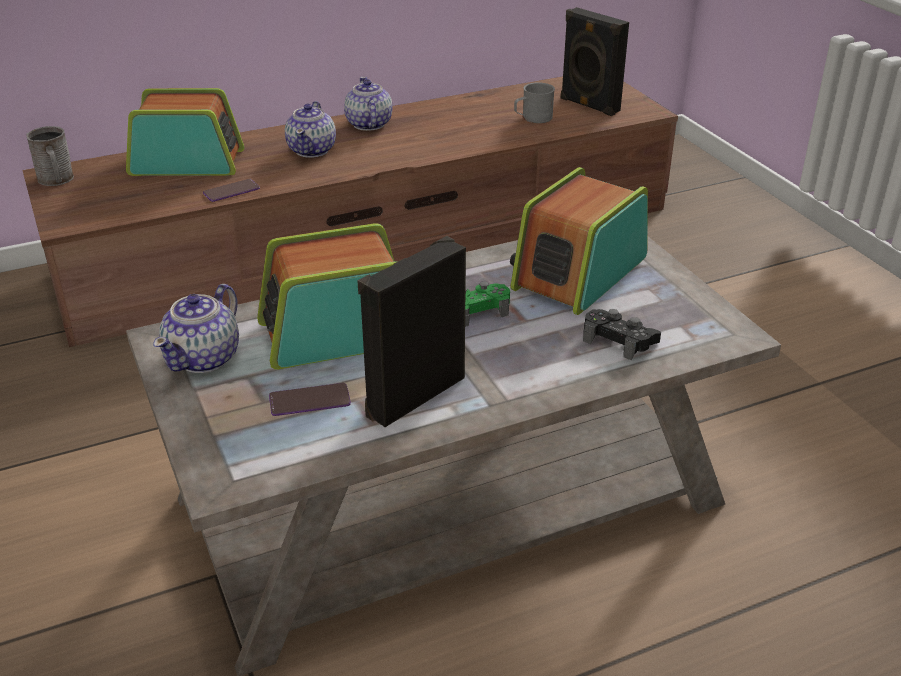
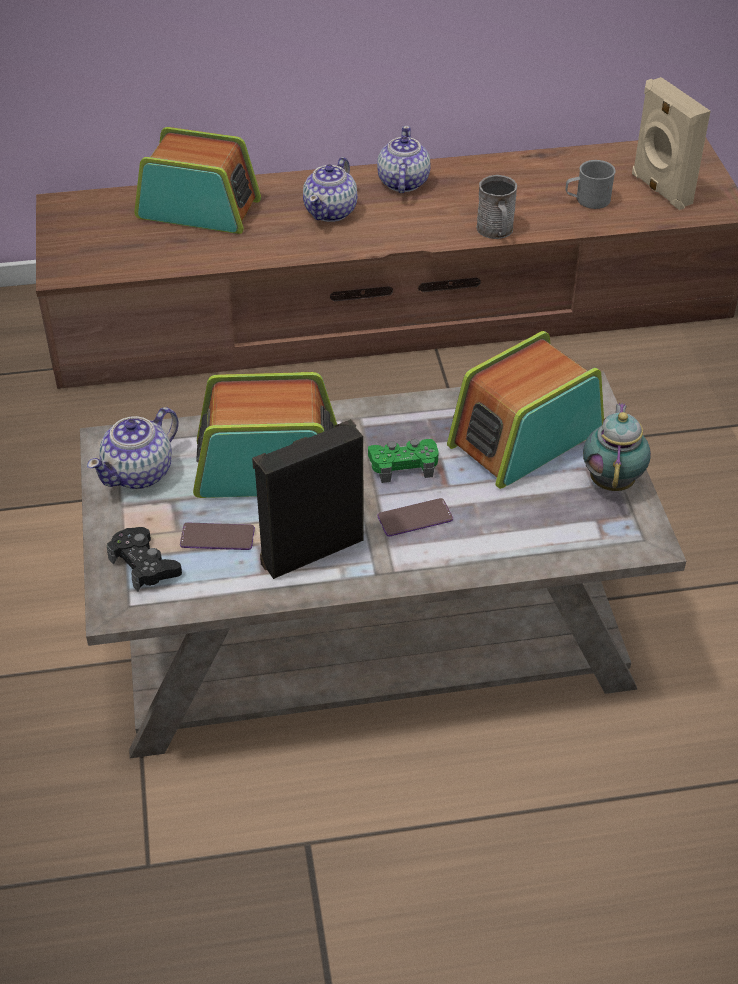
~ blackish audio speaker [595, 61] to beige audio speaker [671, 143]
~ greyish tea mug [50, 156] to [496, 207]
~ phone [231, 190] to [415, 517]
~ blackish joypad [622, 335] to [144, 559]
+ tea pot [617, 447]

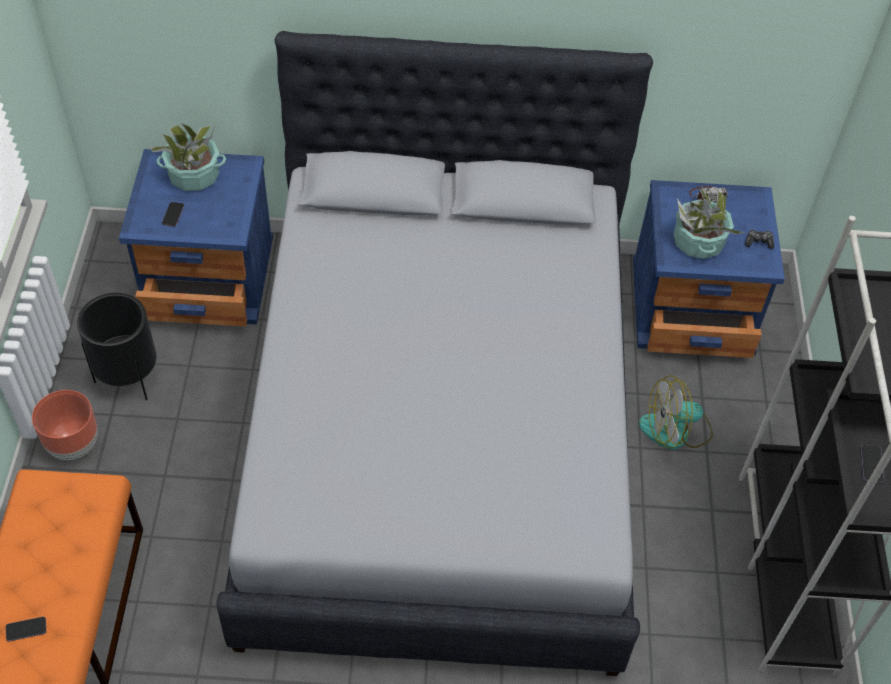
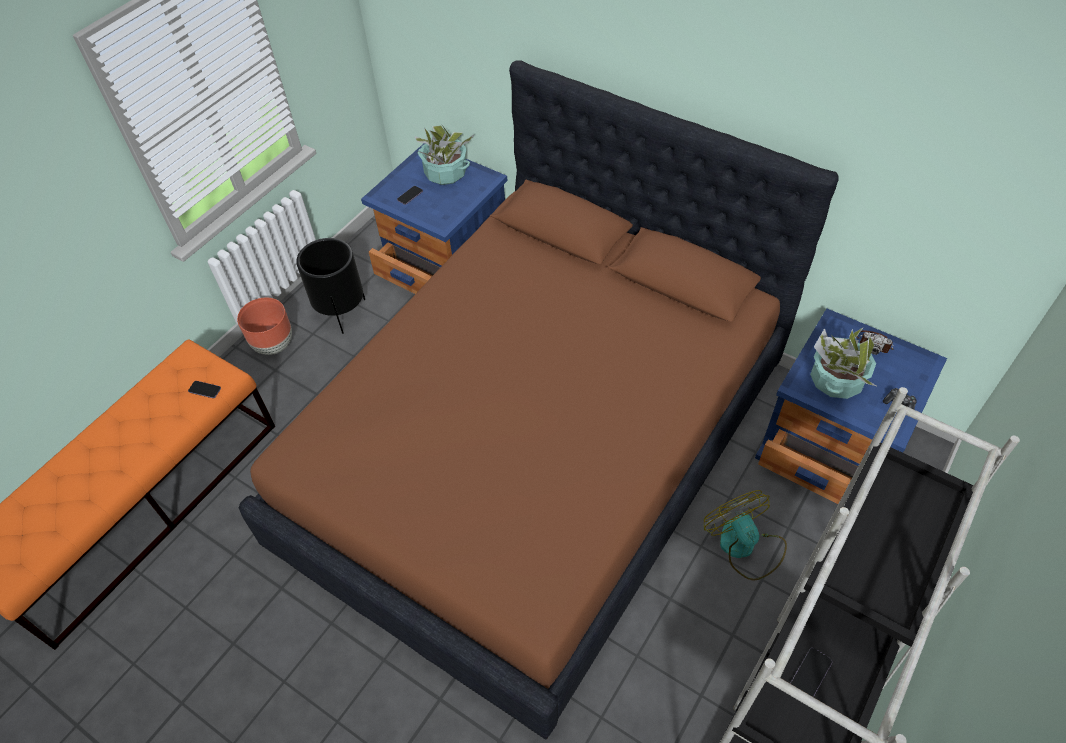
~ greyish bedroom bed [434, 353] to brown-coloured bedroom bed [539, 399]
~ cooling fan [676, 412] = [745, 535] 45 degrees clockwise
~ phone [26, 629] to [204, 389]

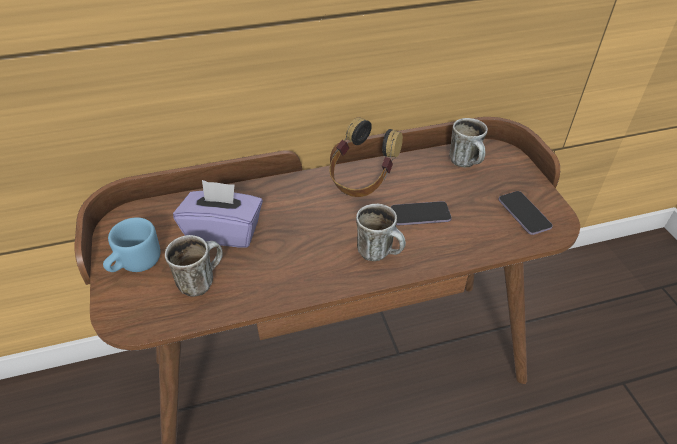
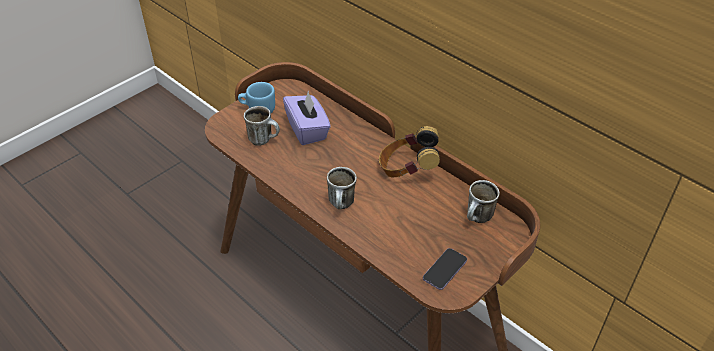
- phone [421, 213]

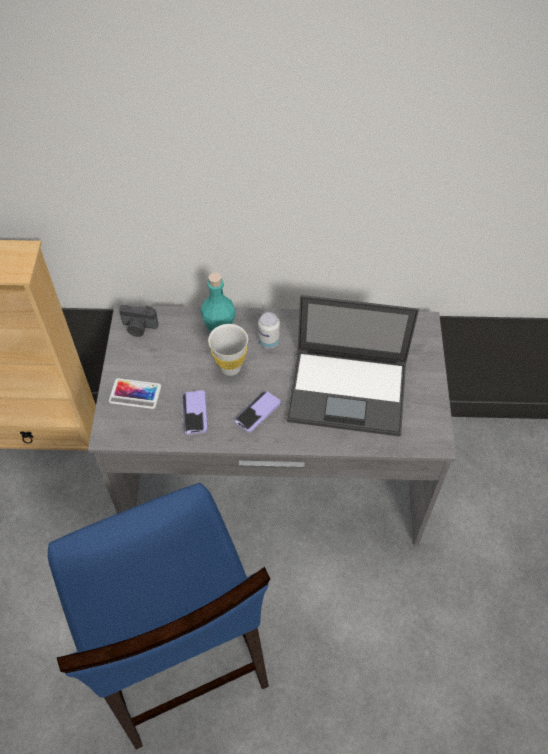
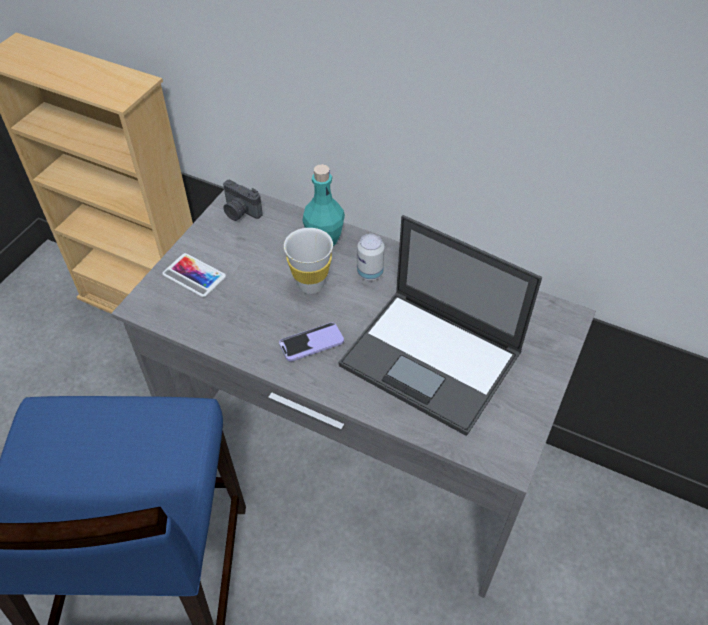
- phone [195, 412]

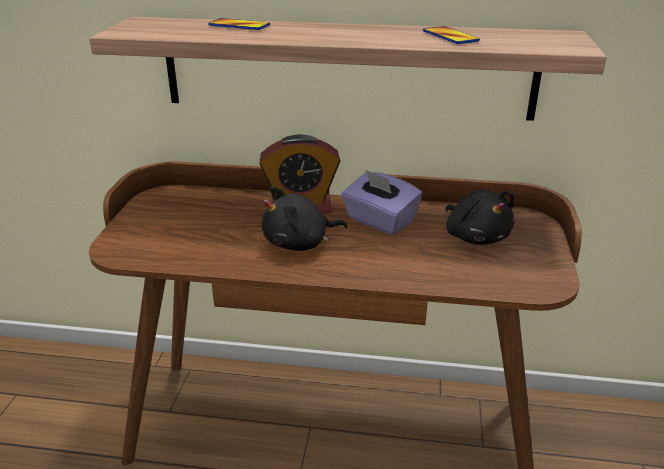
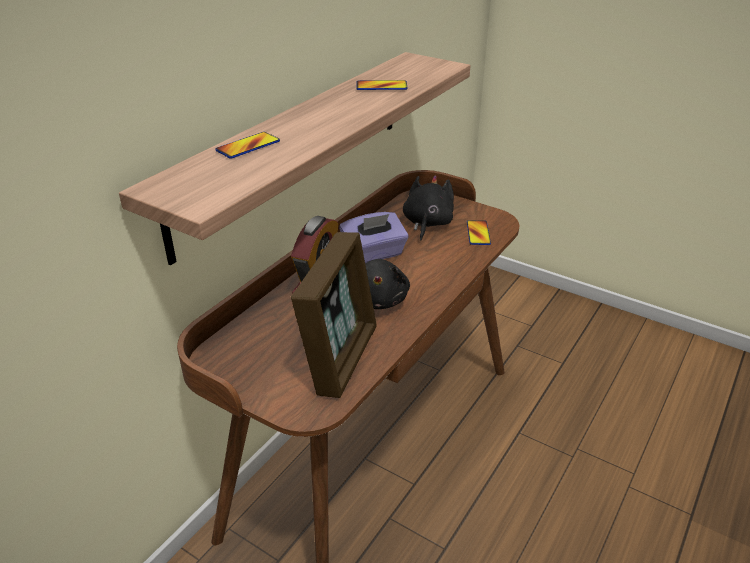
~ blackish cuddly toy [480, 217] = [428, 207] 75 degrees counterclockwise
+ phone [479, 232]
+ photo frame [334, 315]

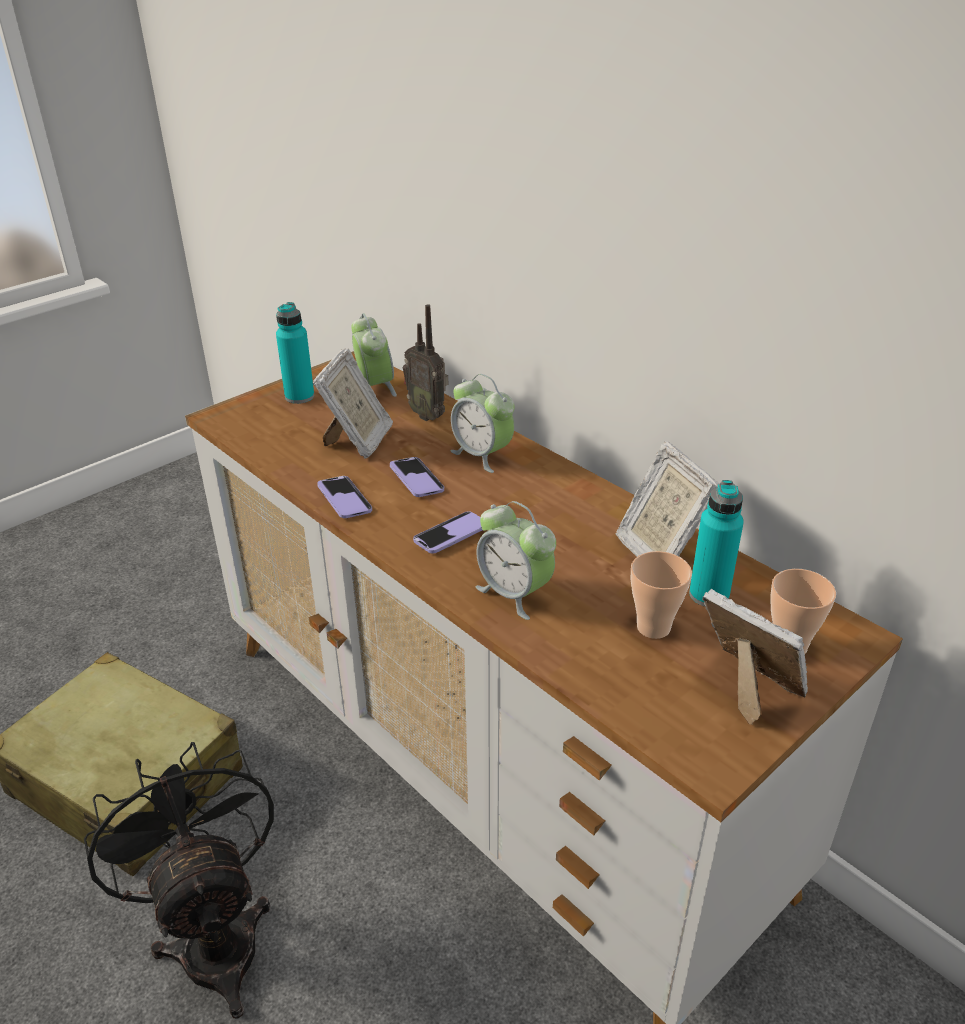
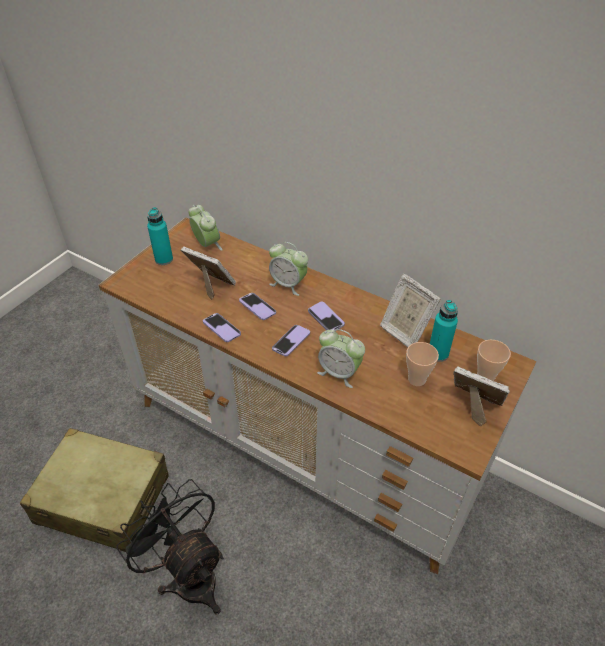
- radio set [425, 362]
~ photo frame [353, 403] = [208, 273] 60 degrees counterclockwise
+ phone [326, 316]

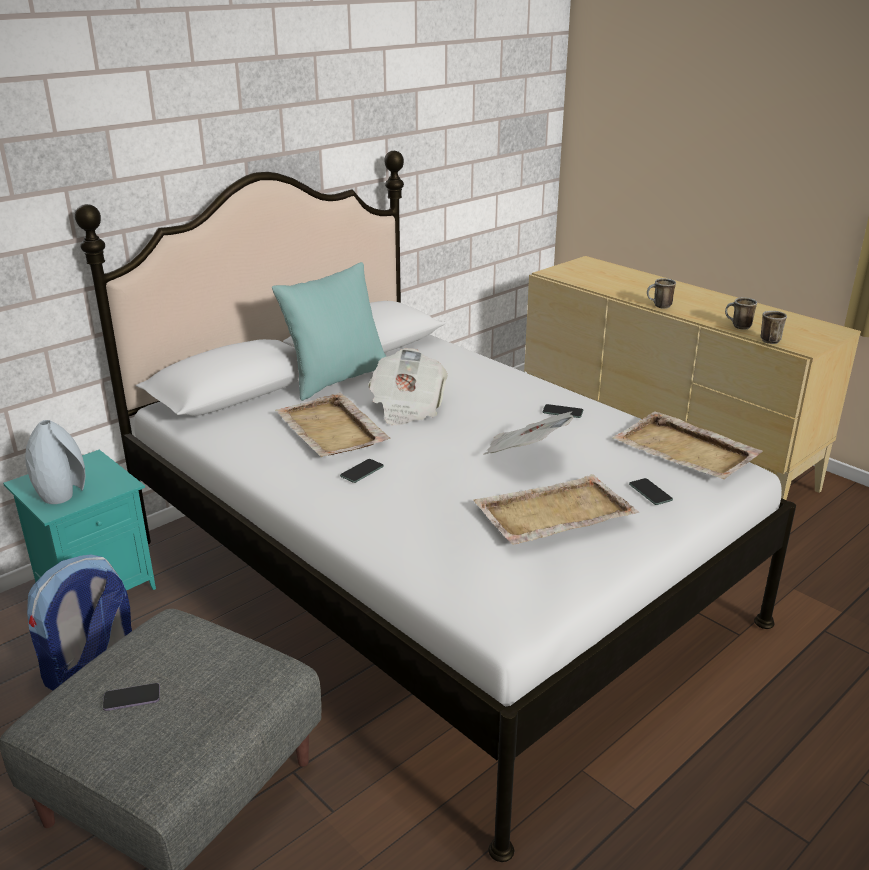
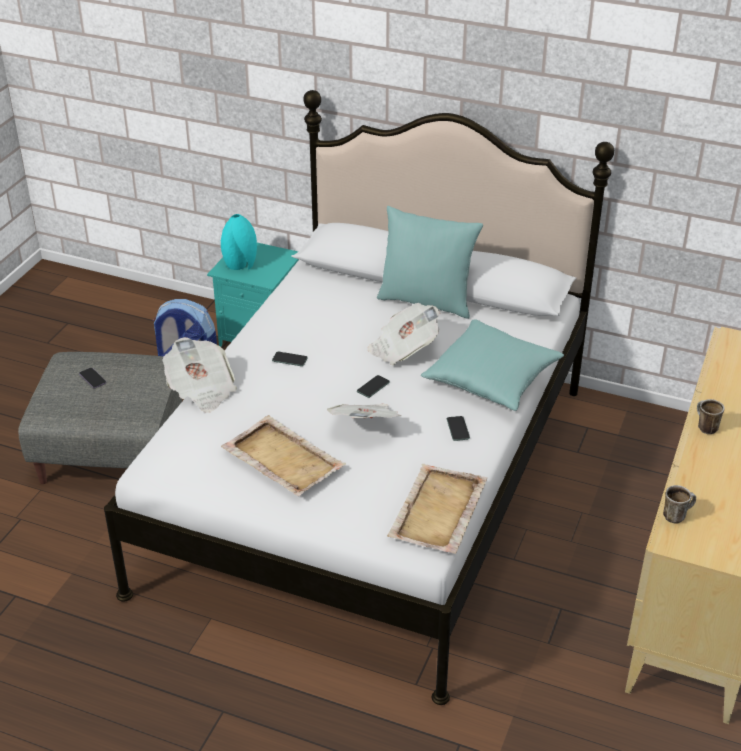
- tea mug [741, 313]
- beige serving tray [333, 425]
~ greyish vase [55, 462] to turquoise-coloured vase [239, 242]
~ phone [651, 491] to [373, 386]
+ turquoise-coloured pillow [492, 365]
+ printed paper [199, 375]

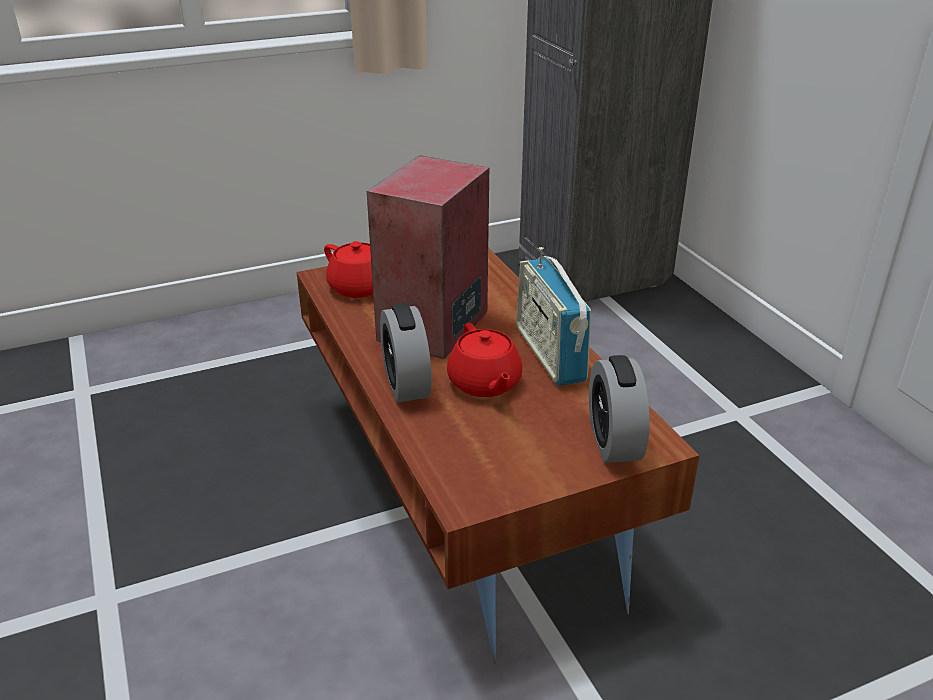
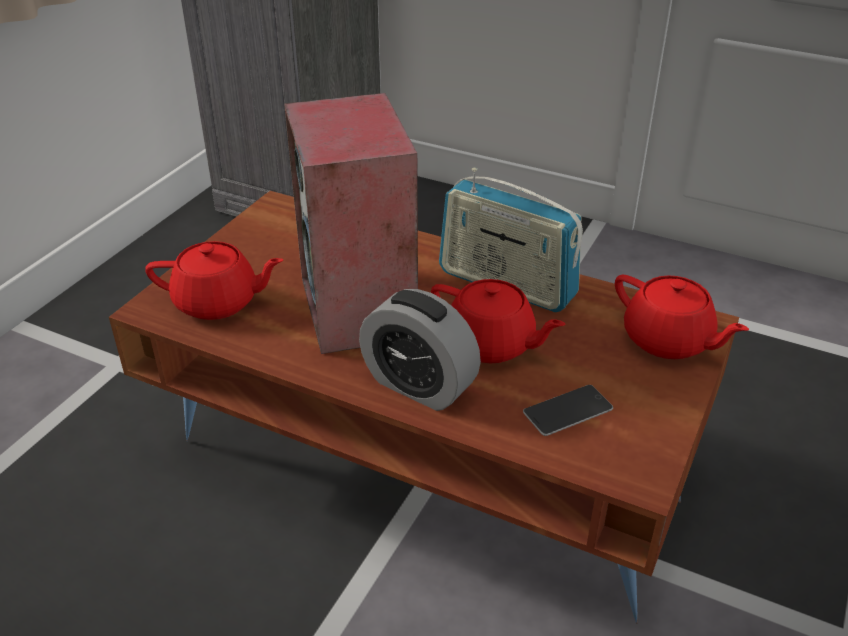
~ bedside clock [619, 409] to reddish tea pot [682, 316]
+ phone [568, 410]

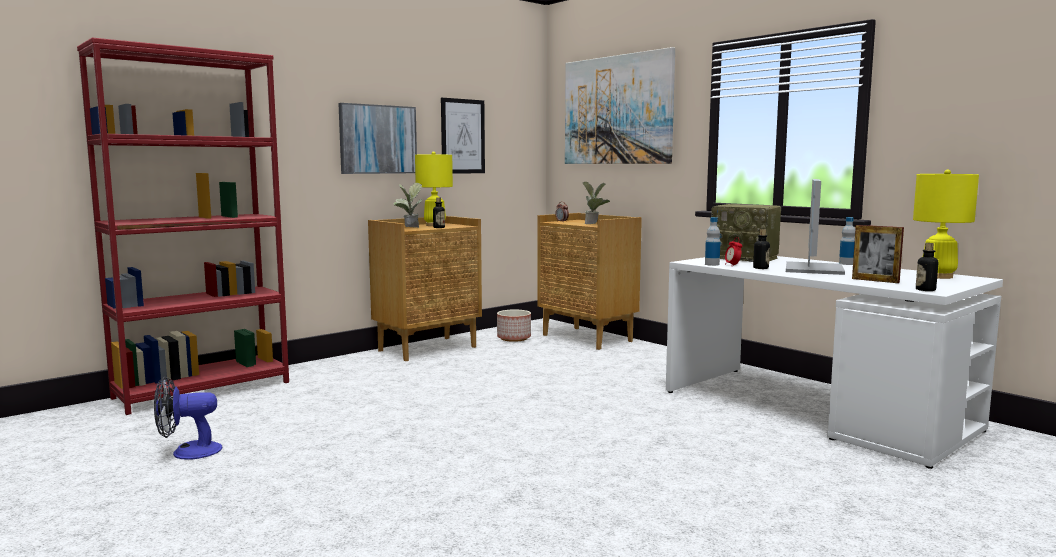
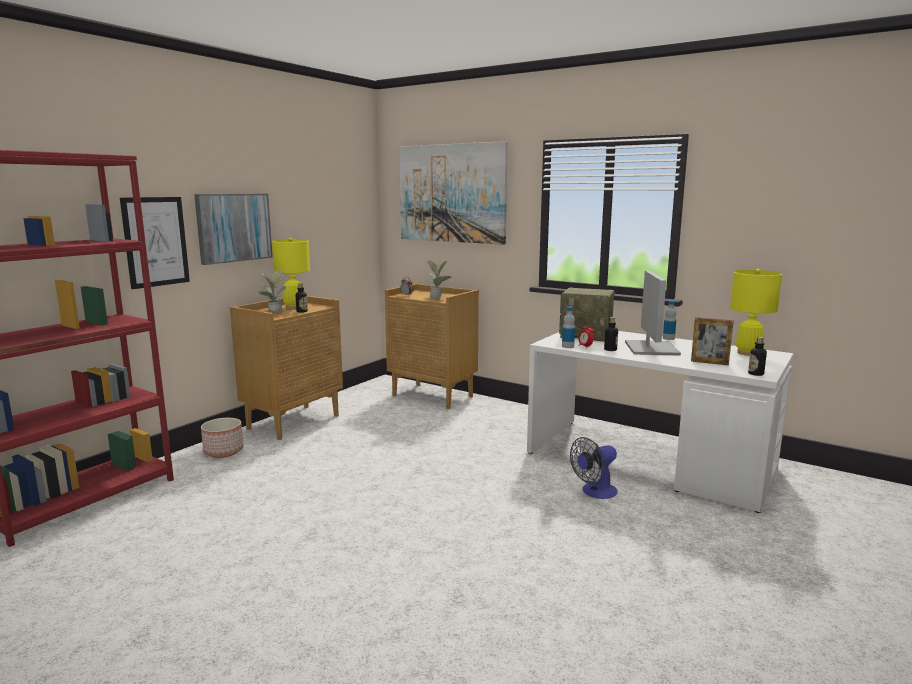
~ wall picture [463, 136] to [155, 243]
~ flower pot [514, 326] to [222, 438]
~ cooling fan [188, 418] to [594, 468]

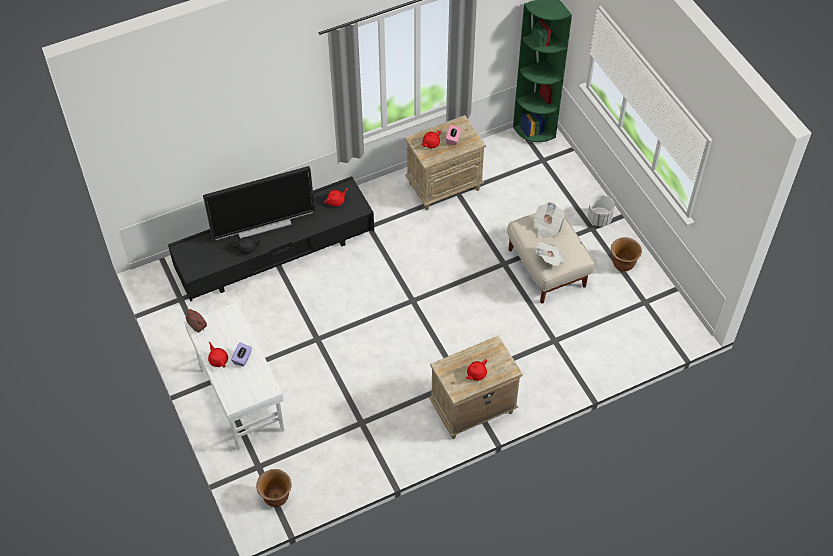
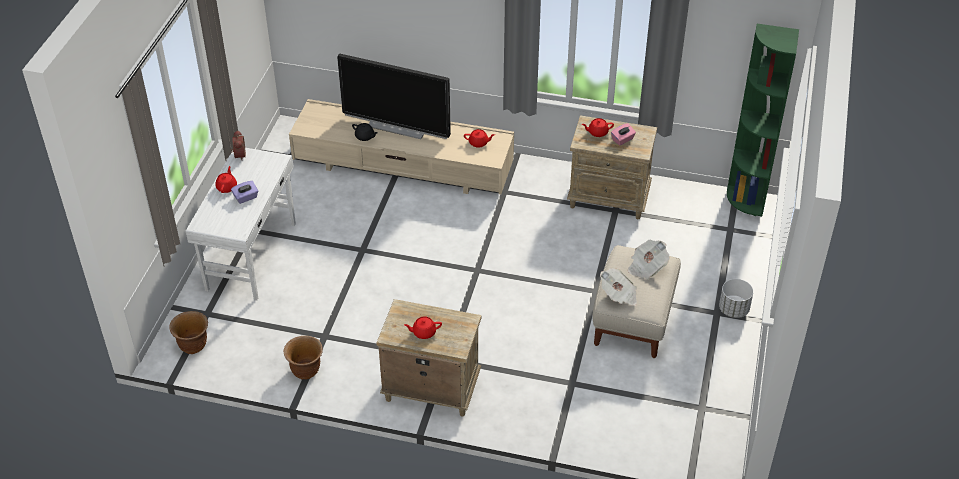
~ blackish tv stand [271, 239] to beige tv stand [401, 146]
~ brown-coloured flower pot [626, 254] to [303, 358]

